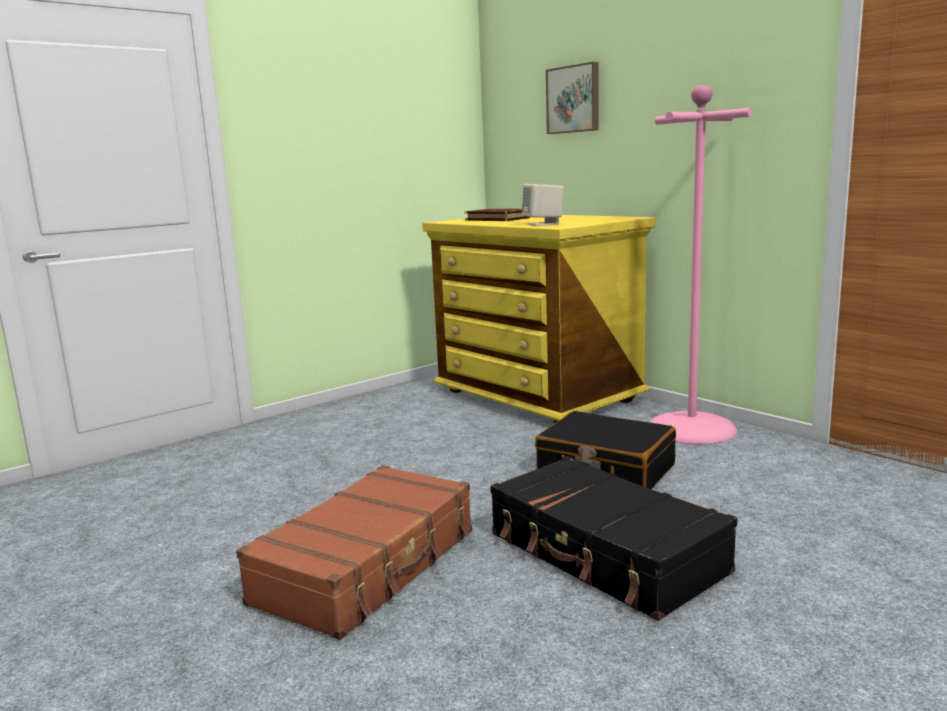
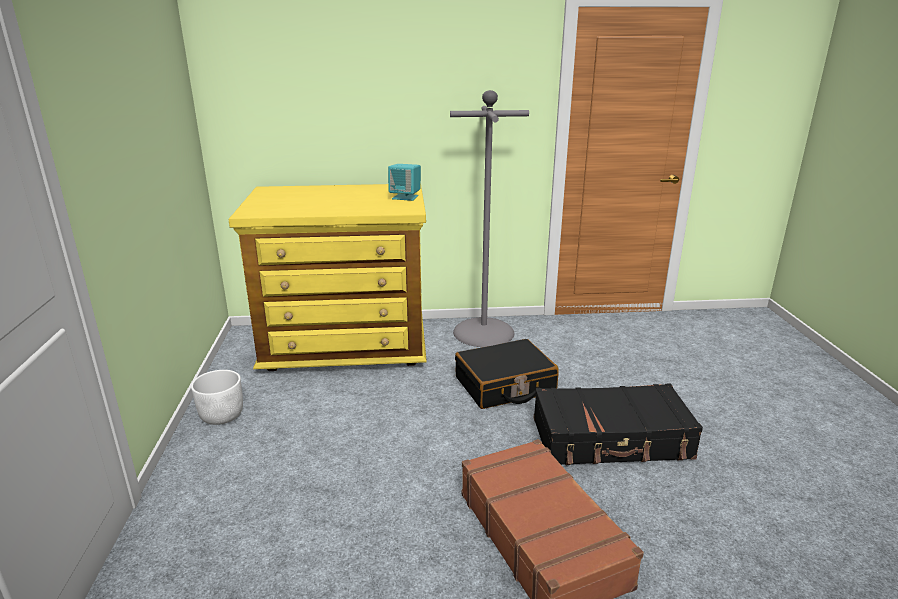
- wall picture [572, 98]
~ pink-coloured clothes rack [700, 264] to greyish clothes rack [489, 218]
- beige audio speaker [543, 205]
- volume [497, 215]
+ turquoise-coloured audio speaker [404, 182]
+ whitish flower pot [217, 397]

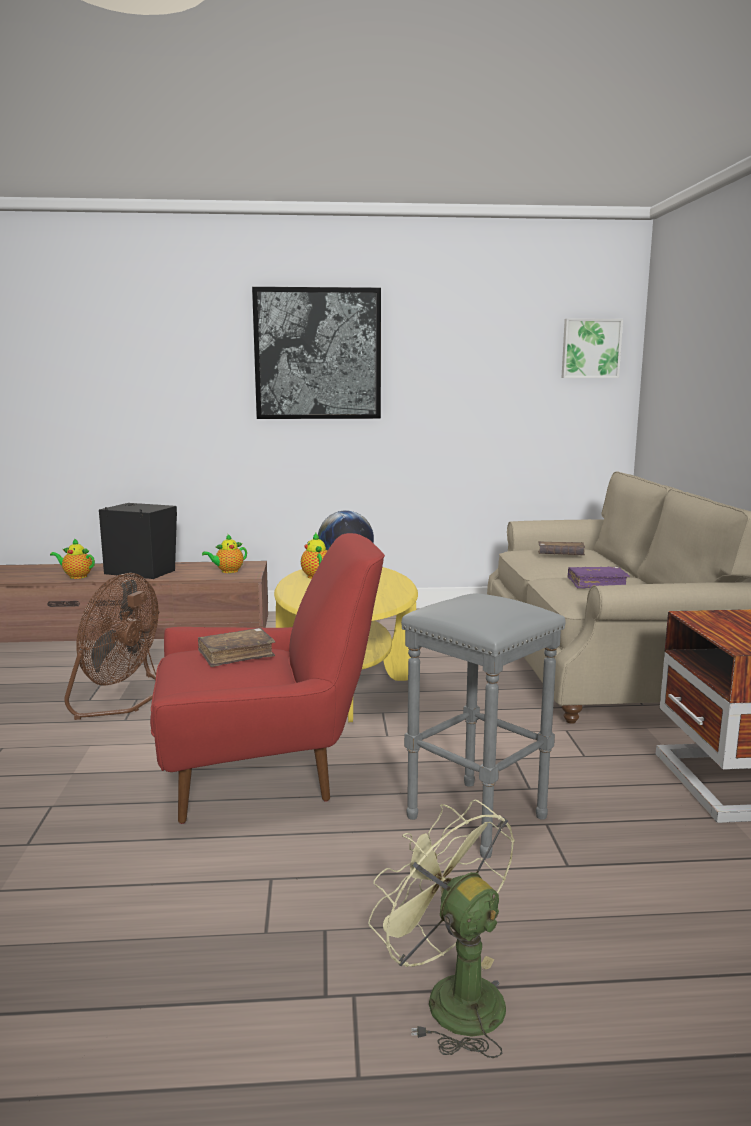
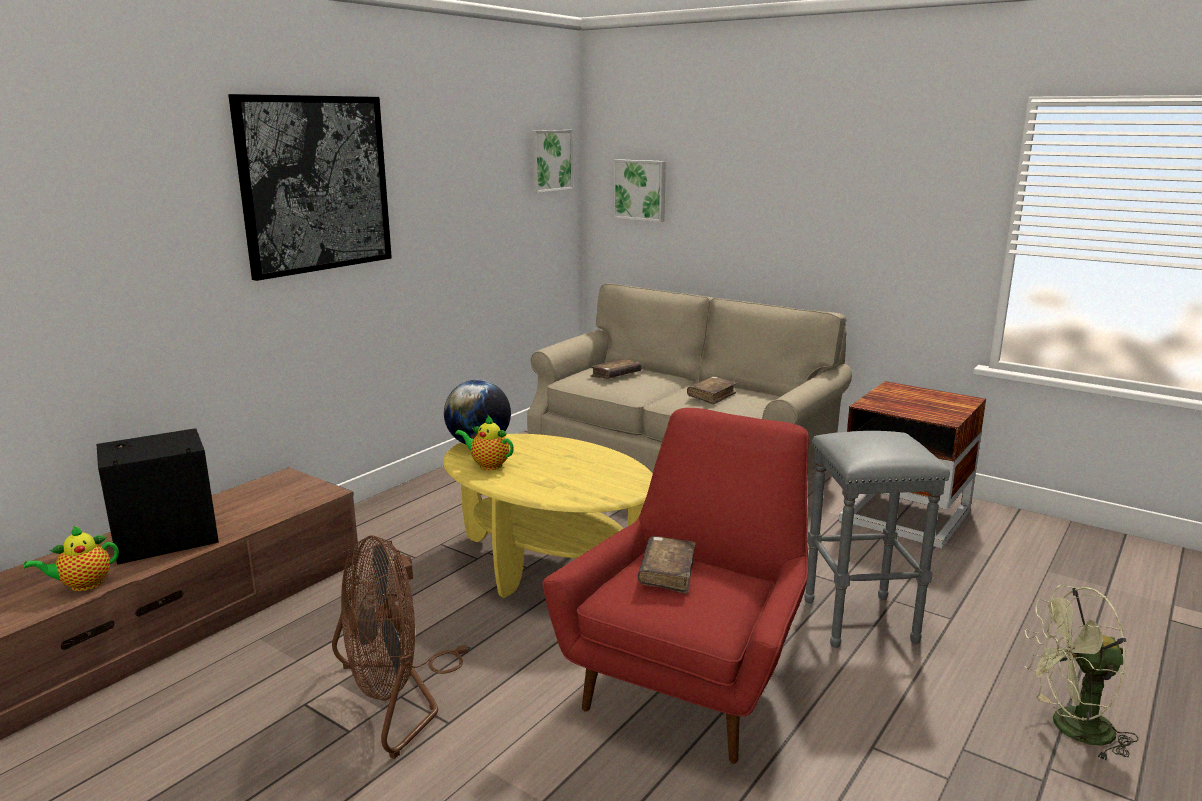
- tea pot [224, 553]
~ purple-coloured volume [598, 578] to brown-coloured volume [712, 390]
+ wall picture [639, 190]

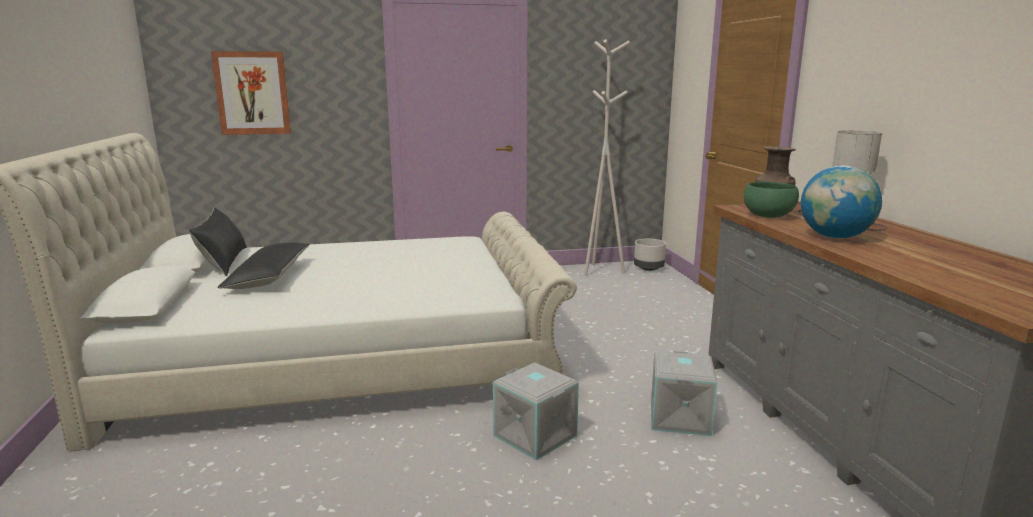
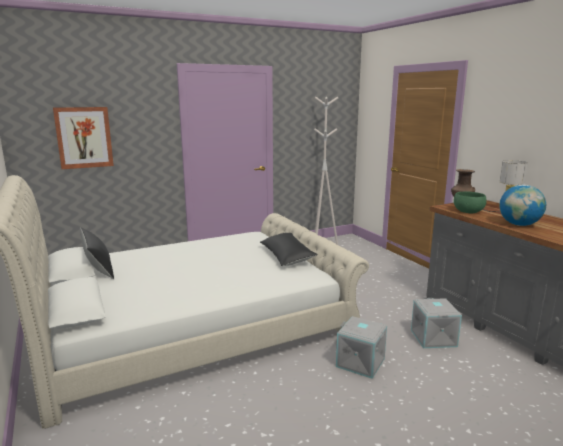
- greyish flower pot [650, 255]
~ blackish pillow [263, 265] to [288, 249]

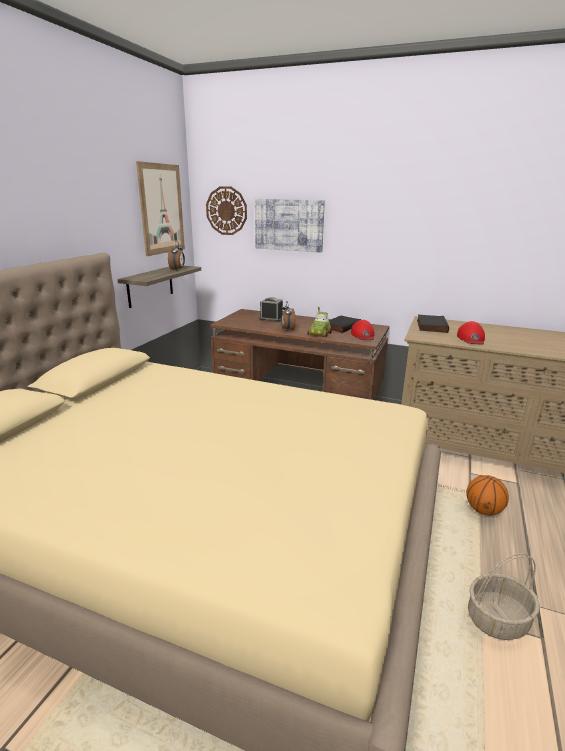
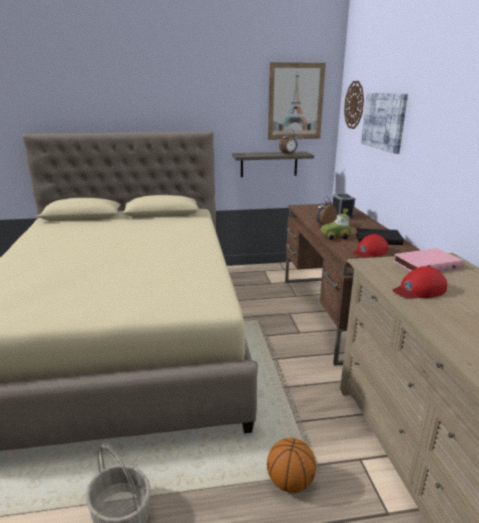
~ blackish volume [433, 324] to pink-coloured volume [428, 260]

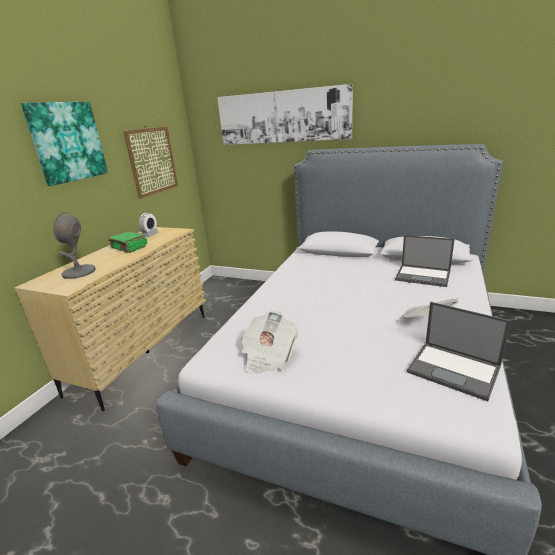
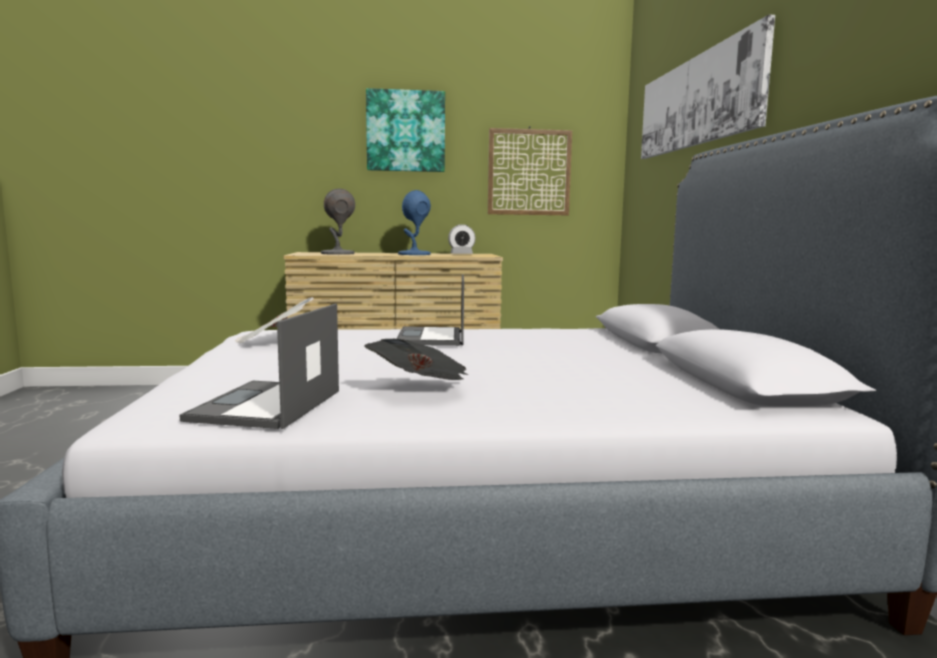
~ greenish volume [127, 242] to blue table lamp [414, 222]
~ portable computer [425, 261] to [430, 310]

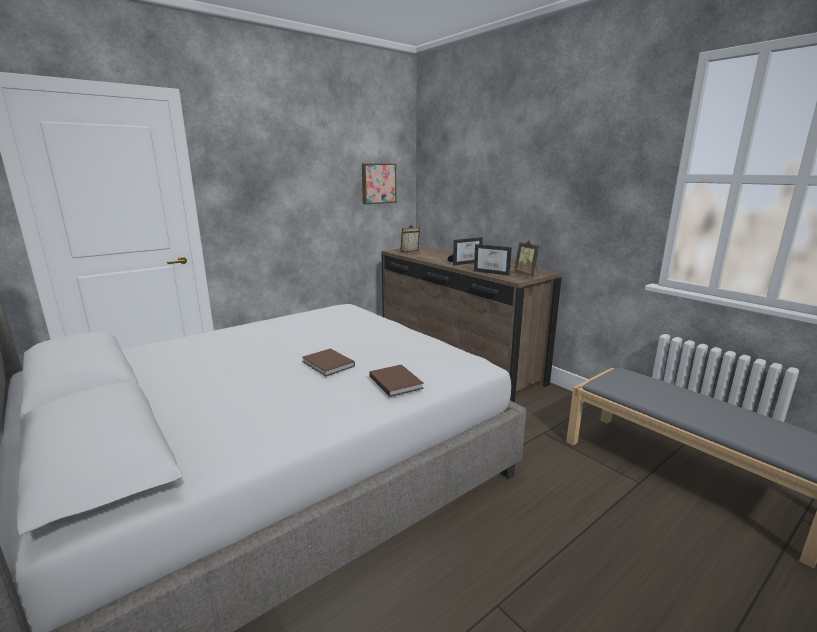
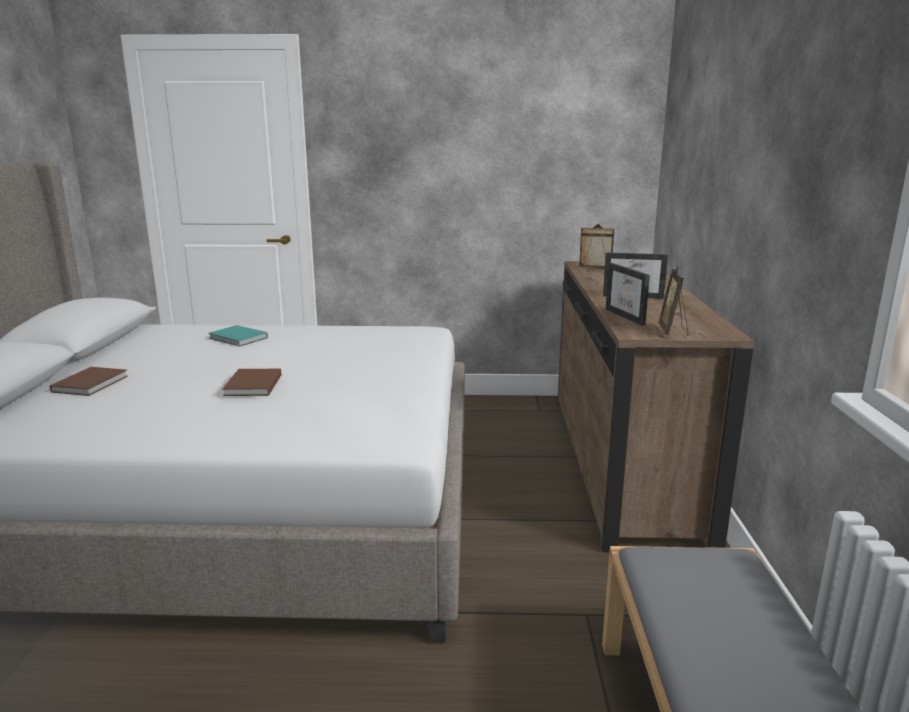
- wall picture [379, 183]
~ brown-coloured volume [396, 381] to [89, 381]
+ turquoise-coloured volume [238, 336]

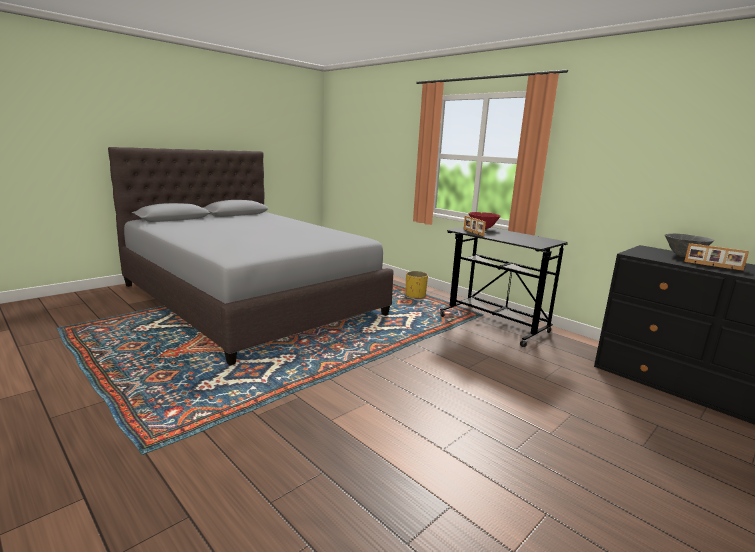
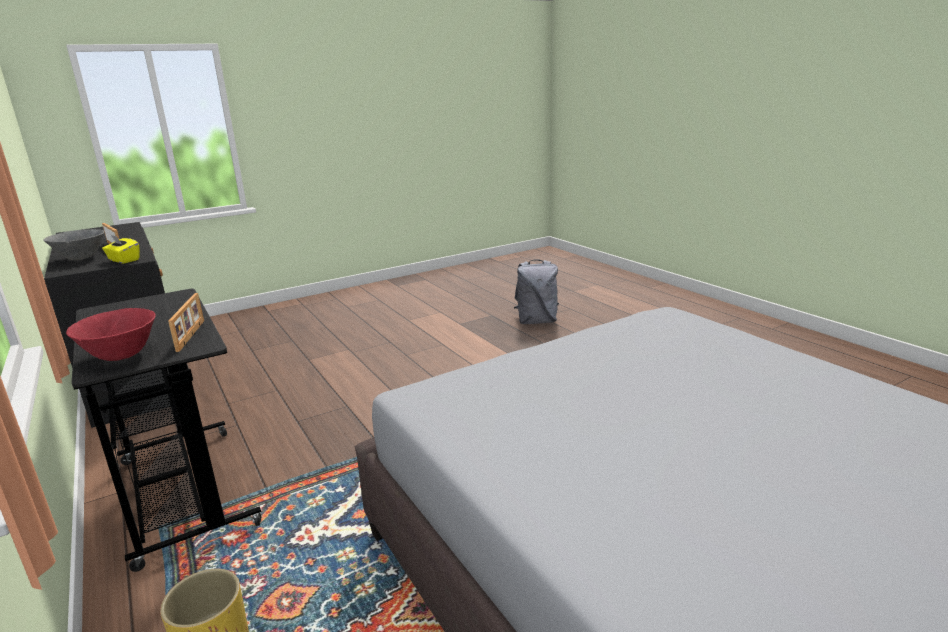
+ yellowish tissue box [121, 249]
+ greyish knapsack [536, 291]

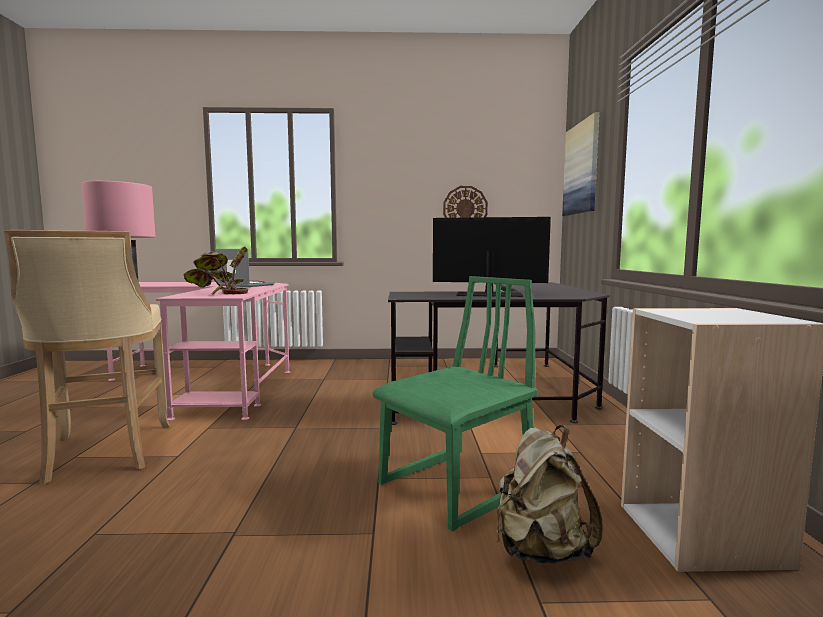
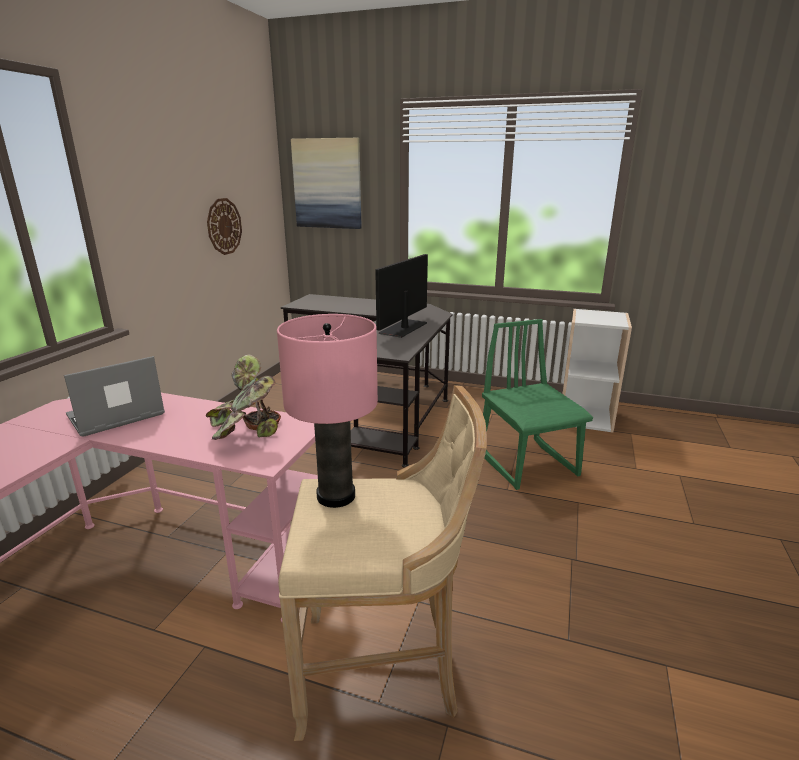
- beige knapsack [549, 494]

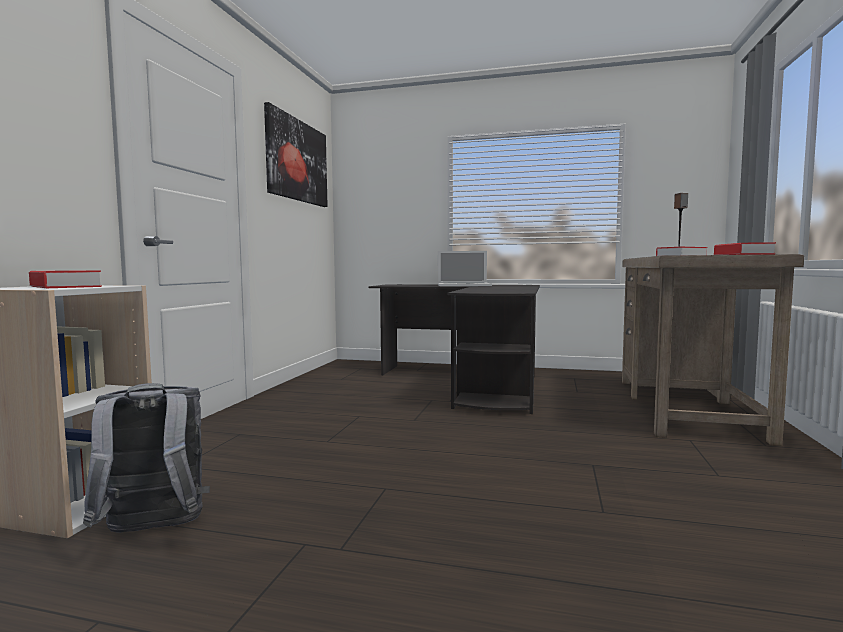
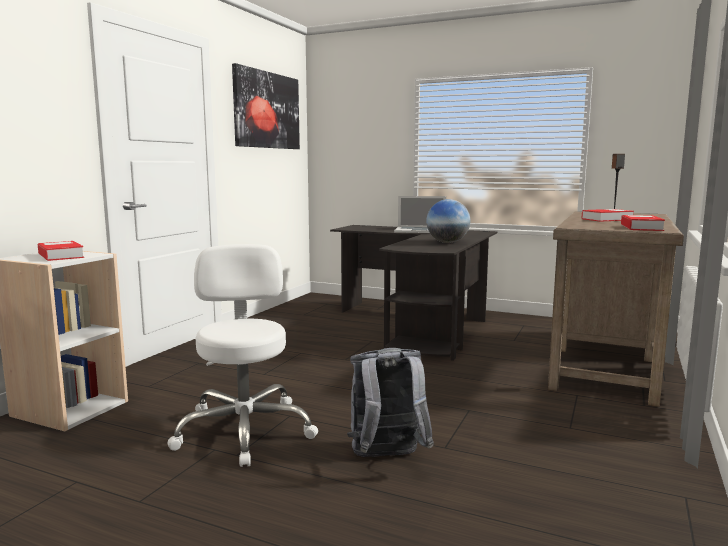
~ greyish knapsack [146, 458] to [390, 402]
+ globe [448, 221]
+ whitish office chair [242, 355]

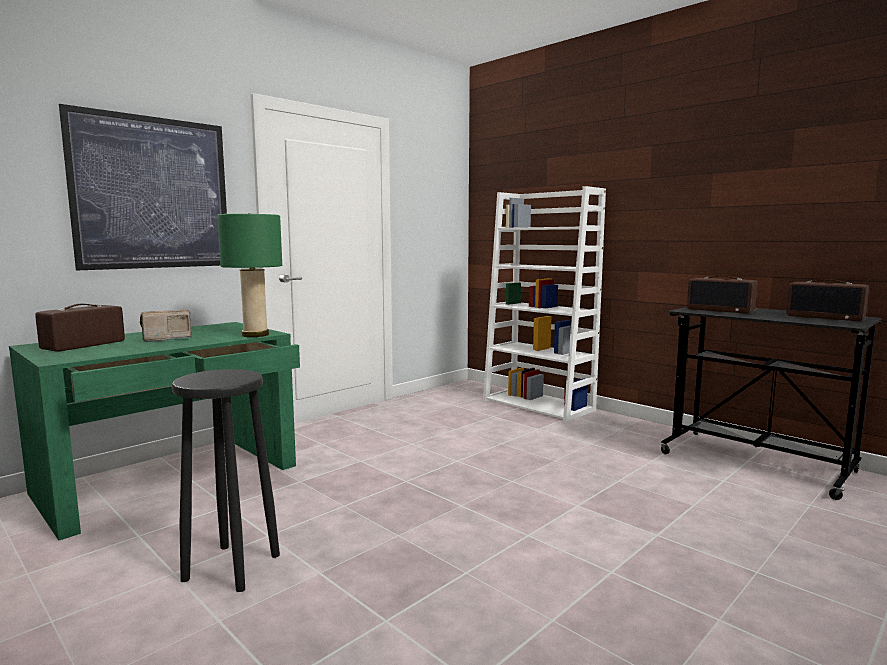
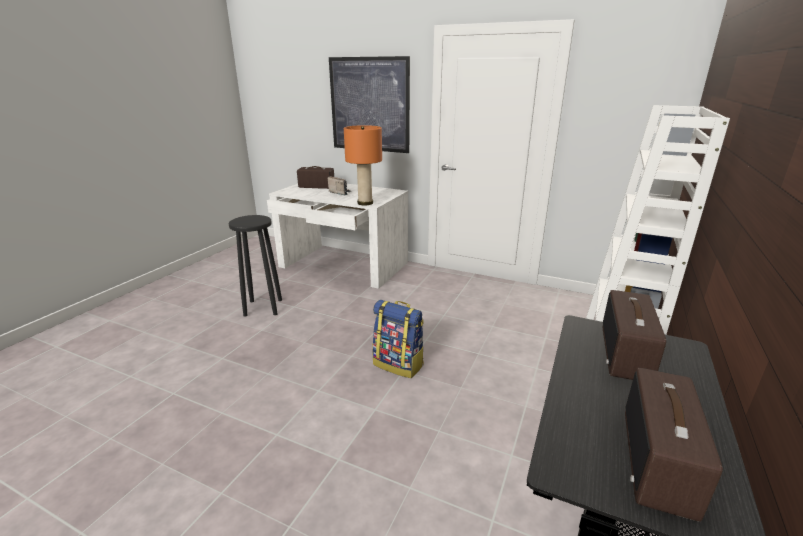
~ greenish table lamp [249, 275] to orange table lamp [363, 165]
~ greenish desk [154, 431] to whitish desk [337, 236]
+ knapsack [398, 339]

